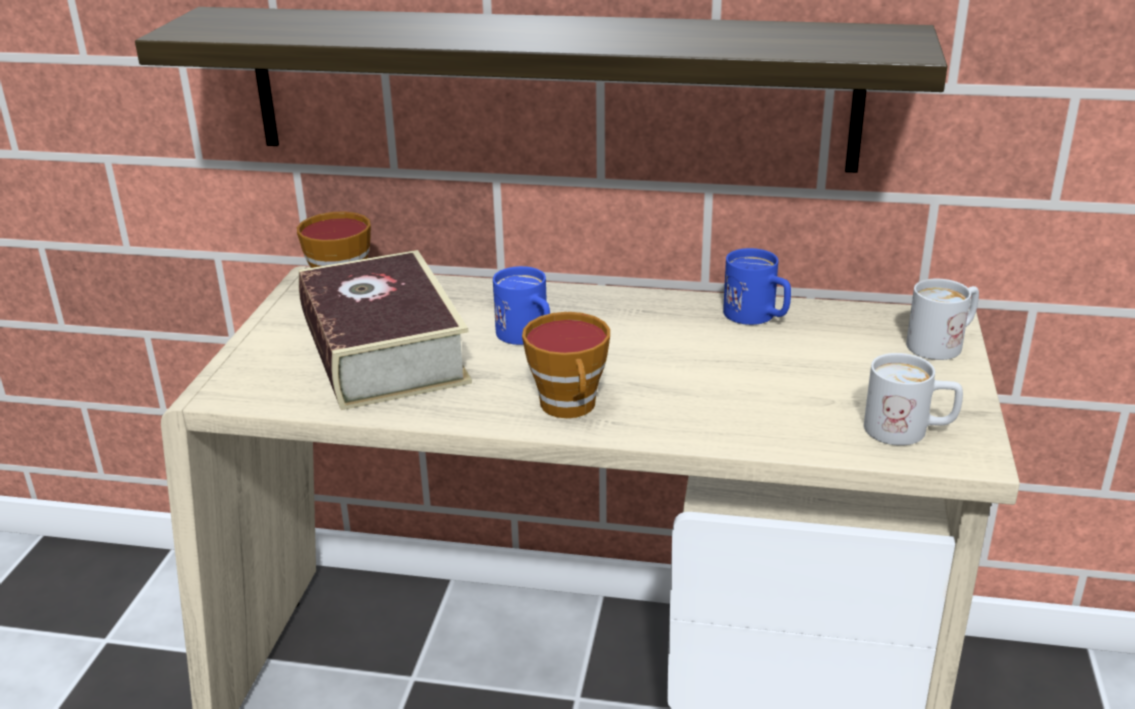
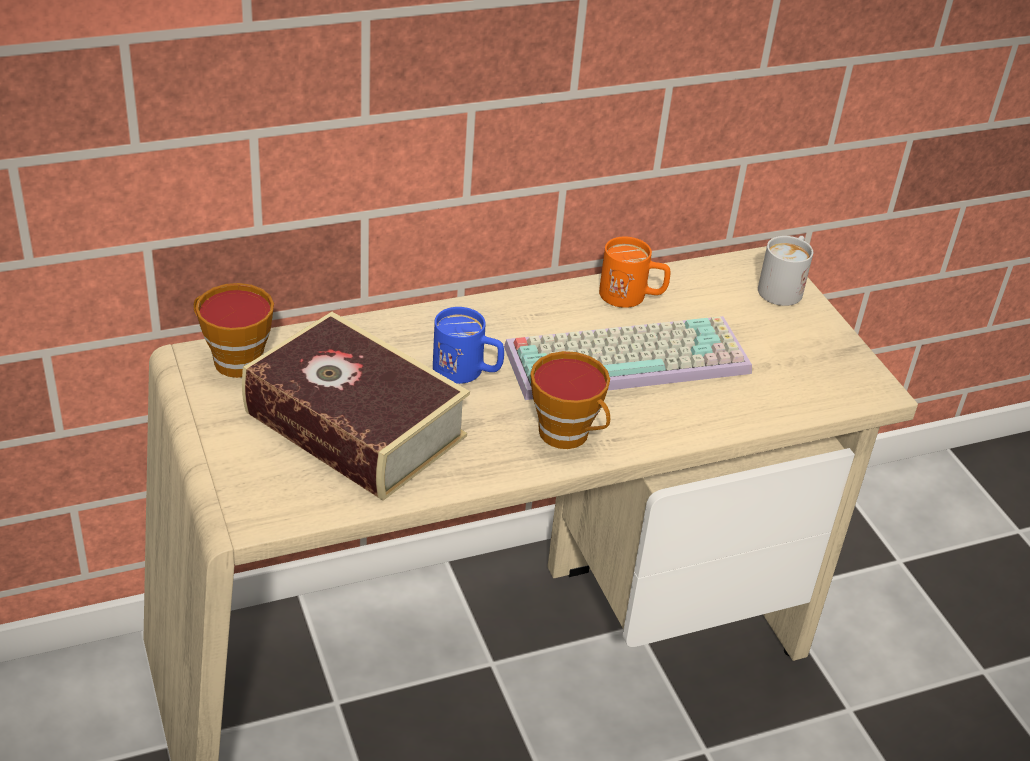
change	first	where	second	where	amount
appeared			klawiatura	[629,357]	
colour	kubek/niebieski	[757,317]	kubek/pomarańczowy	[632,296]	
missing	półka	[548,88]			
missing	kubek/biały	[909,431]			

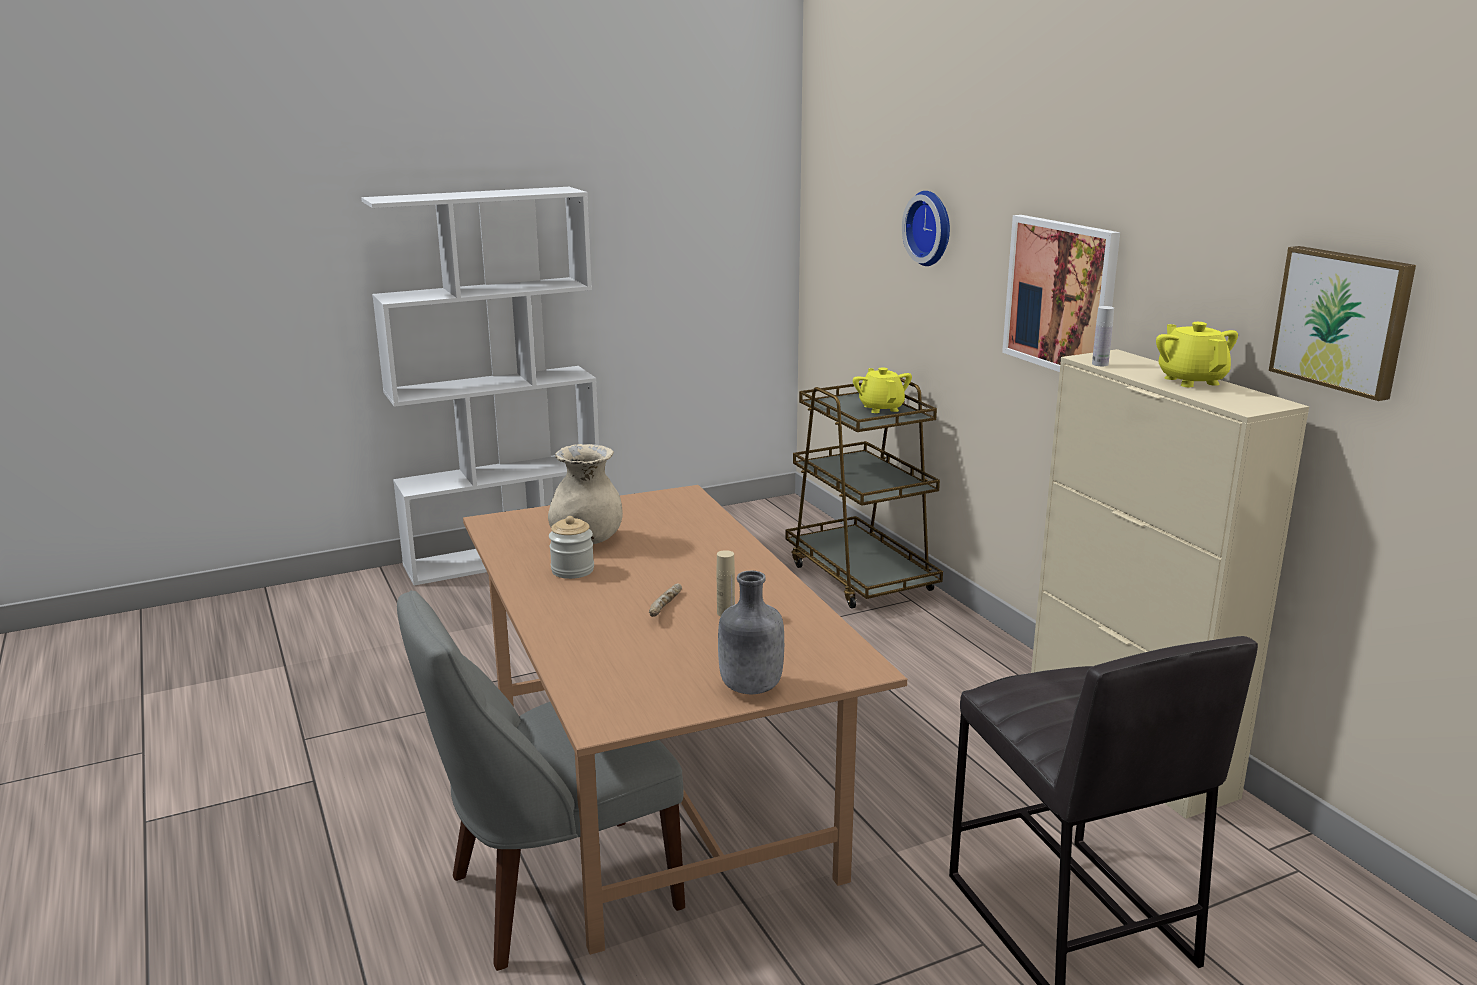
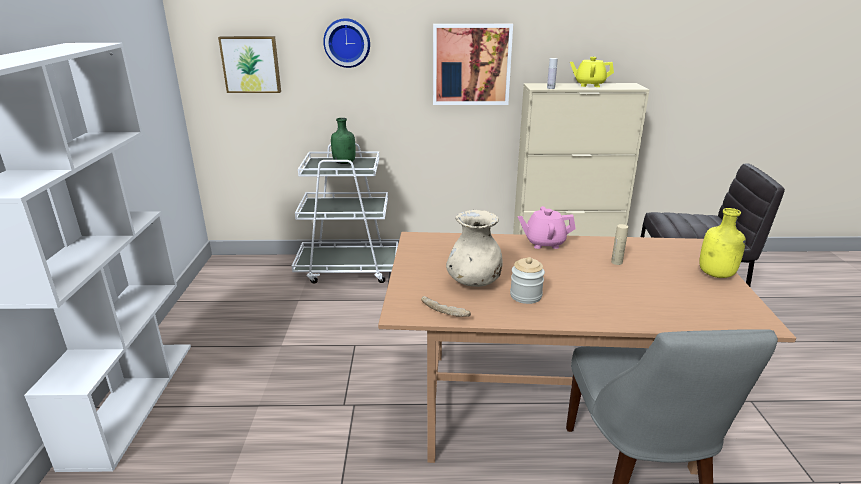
change	first	where	second	where	amount
relocated	obraz	[1343,320]		[251,64]	
colour	wózek/brązowy	[860,576]	wózek/biały	[348,269]	
exchanged	imbryk/żółty	[881,408]	butelka/zielony	[345,163]	
relocated	chleb	[666,608]		[445,311]	
appeared			imbryk/różowy	[544,243]	
colour	butelka/szary	[750,688]	butelka/żółty	[716,274]	

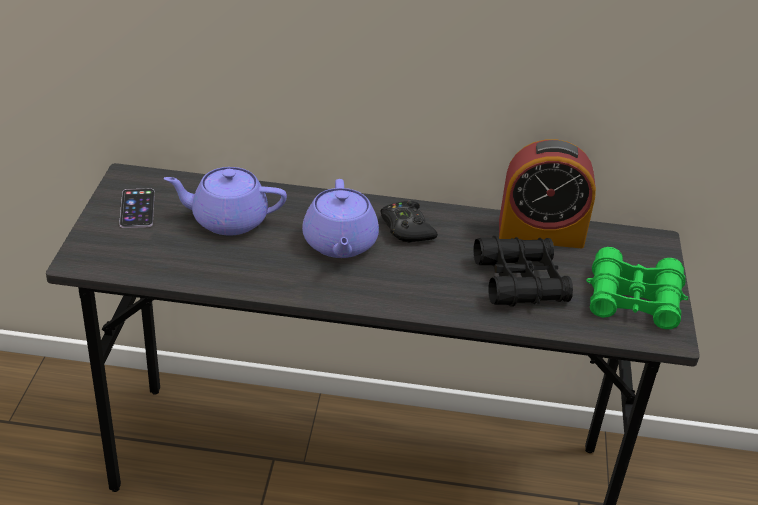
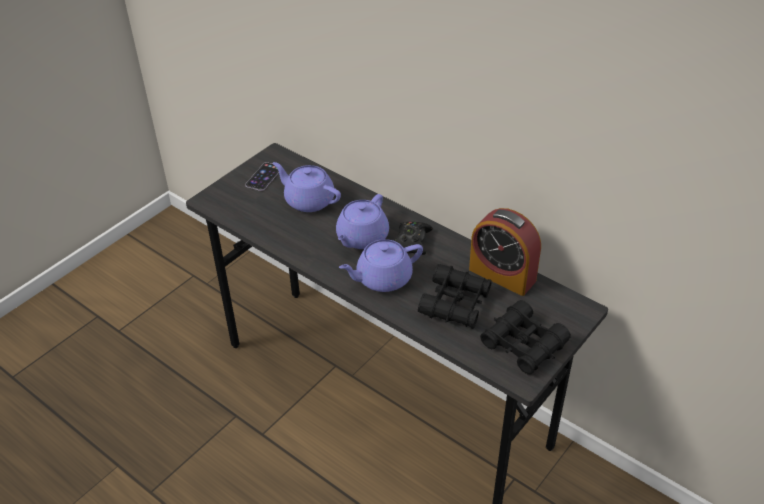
change	first	where	second	where	amount
appeared			imbryk/fioletowy	[382,278]	
colour	lornetka/zielony	[634,299]	lornetka/czarny	[523,344]	

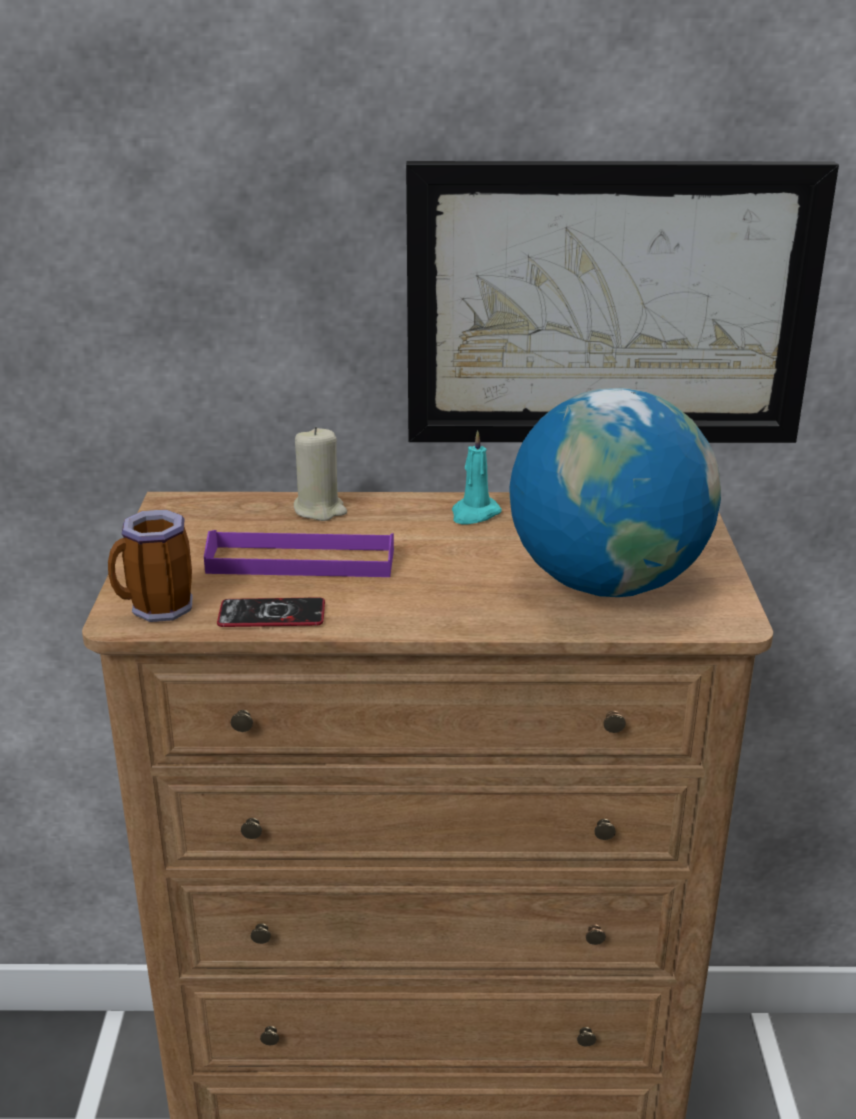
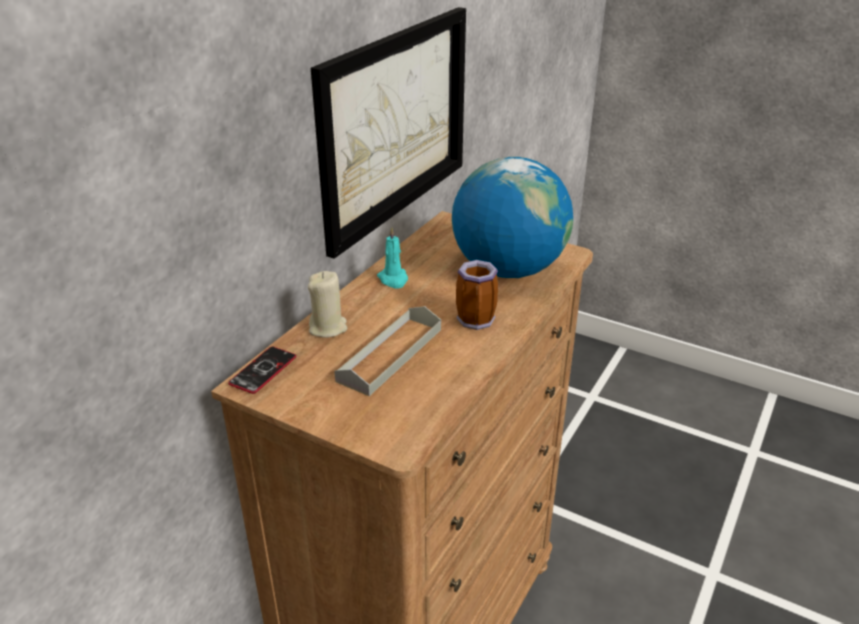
change	first	where	second	where	amount
relocated	telefon	[271,615]		[263,371]	
colour	taca/fioletowy	[301,561]	taca/szary	[390,354]	
relocated	kubek	[157,610]		[477,322]	

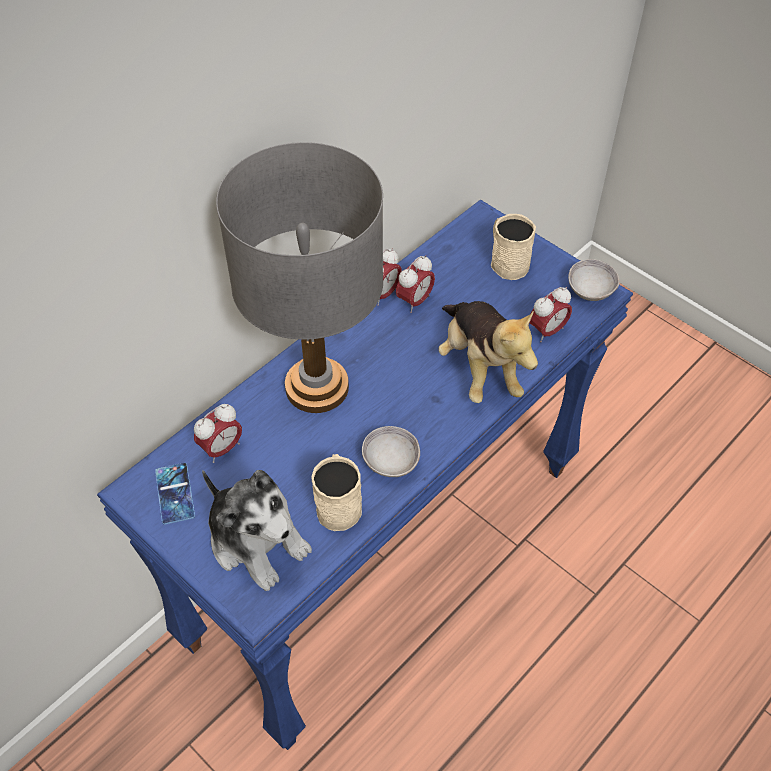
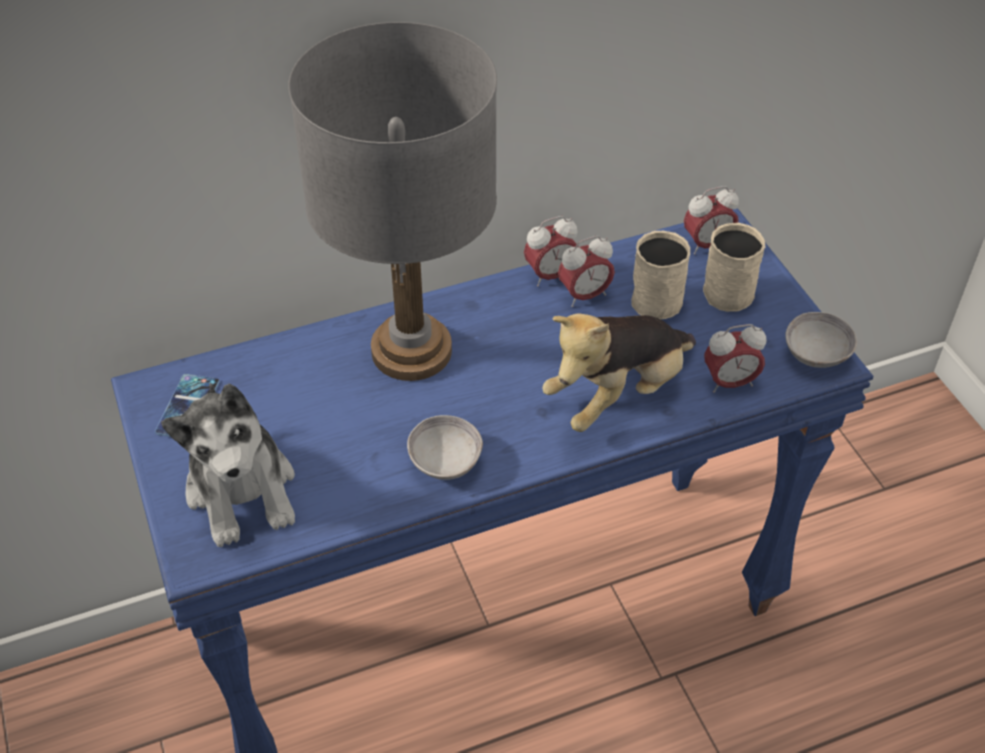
change	first	where	second	where	amount
spun	pluszak	[479,367]		[617,395]	45 degrees clockwise
relocated	kubek/beżowy	[338,504]		[658,295]	
relocated	budzik	[221,449]		[707,245]	

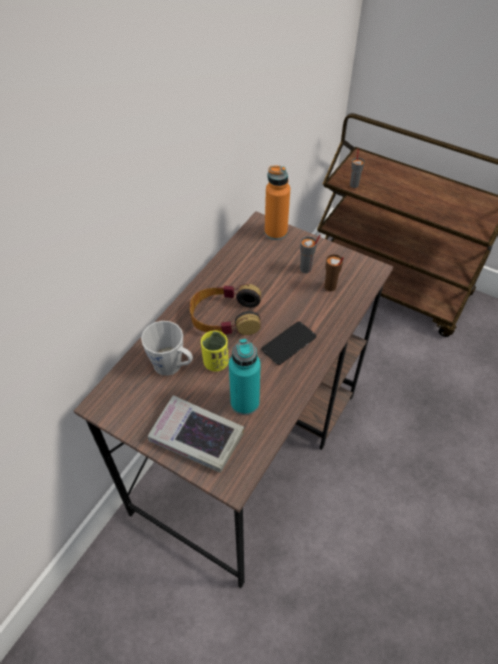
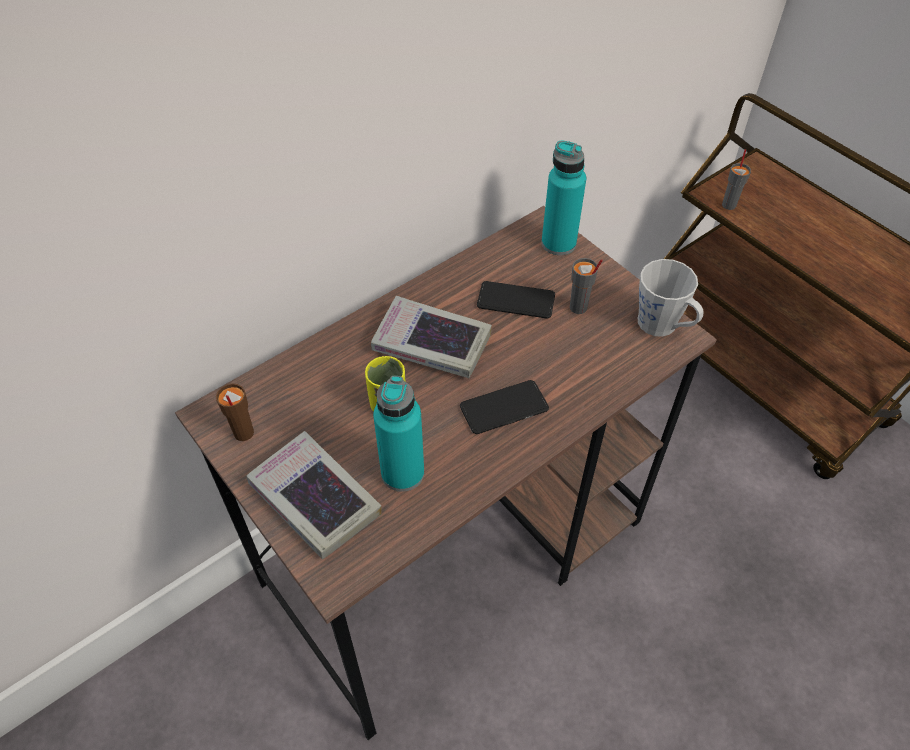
change	first	where	second	where	amount
relocated	filiżanka/brązowy	[330,287]		[243,433]	
exchanged	słuchawki	[225,316]	książka	[431,344]	
appeared			telefon	[516,301]	
colour	butelka/pomarańczowy	[275,232]	butelka/turkusowy	[558,243]	
relocated	kubek/szary	[172,366]		[663,326]	

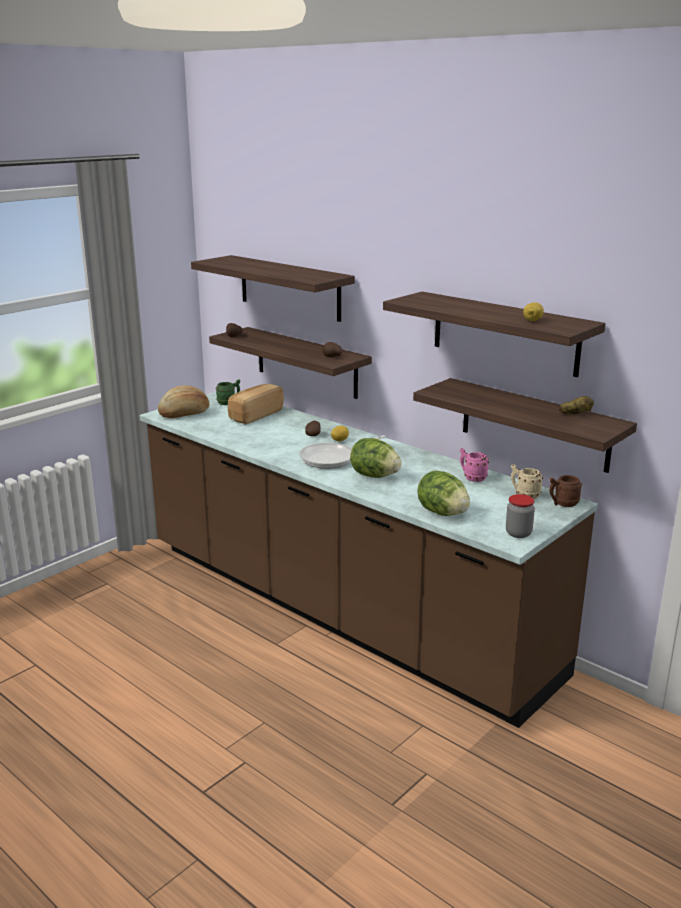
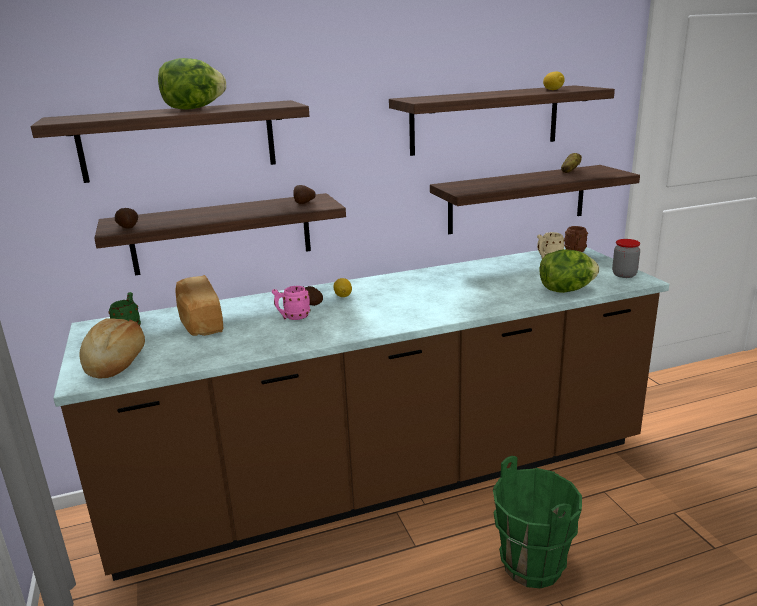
change	first	where	second	where	amount
relocated	sałata	[374,476]		[193,109]	
relocated	kubek/różowy	[472,478]		[292,317]	
appeared			wiadro/zielony	[532,565]	
missing	patelnia	[333,458]			

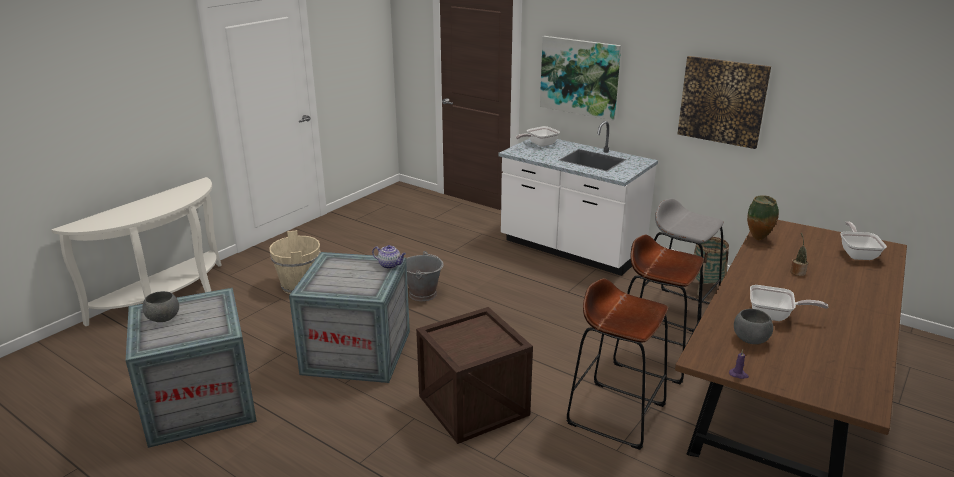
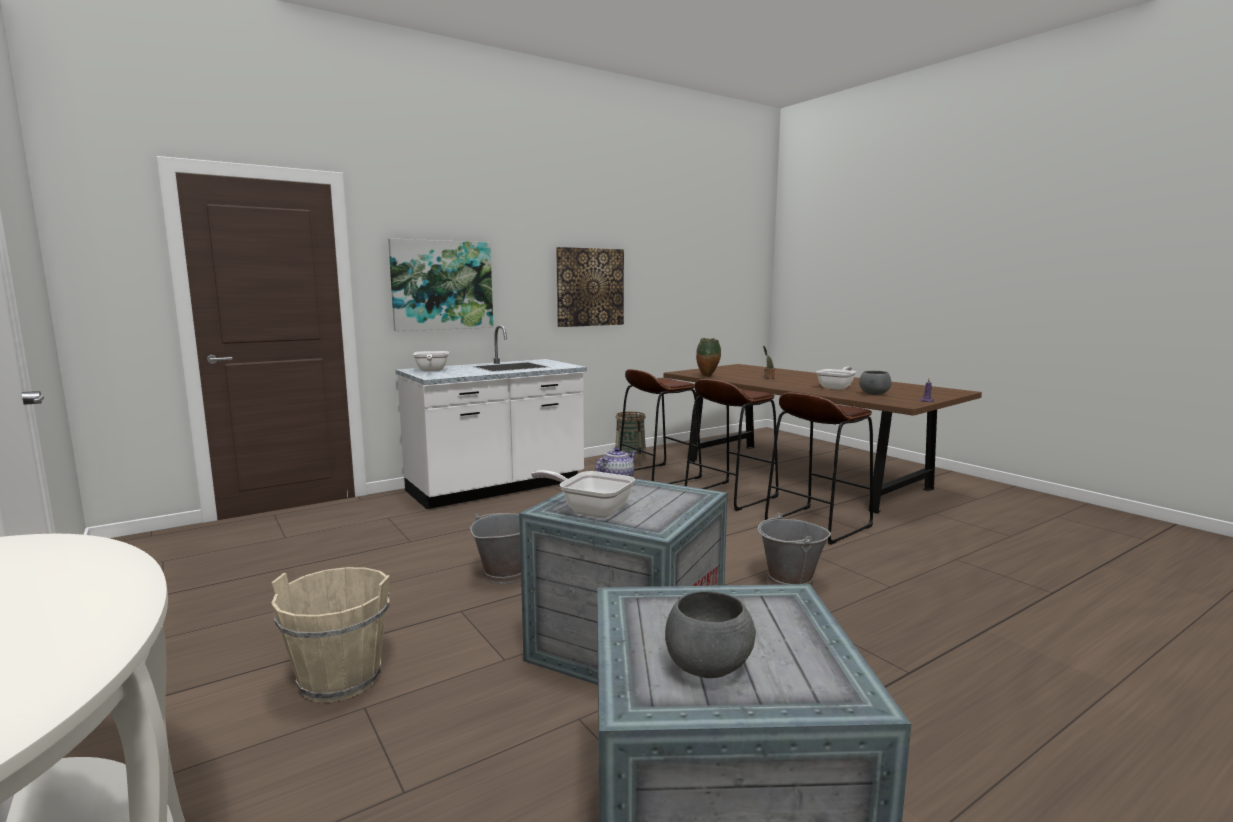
change	first	where	second	where	amount
relocated	patelnia	[857,254]		[590,510]	
colour	stołek/szary	[678,309]	stołek/brązowy	[658,475]	
exchanged	skrzynka	[473,405]	wiadro/szary	[790,582]	

